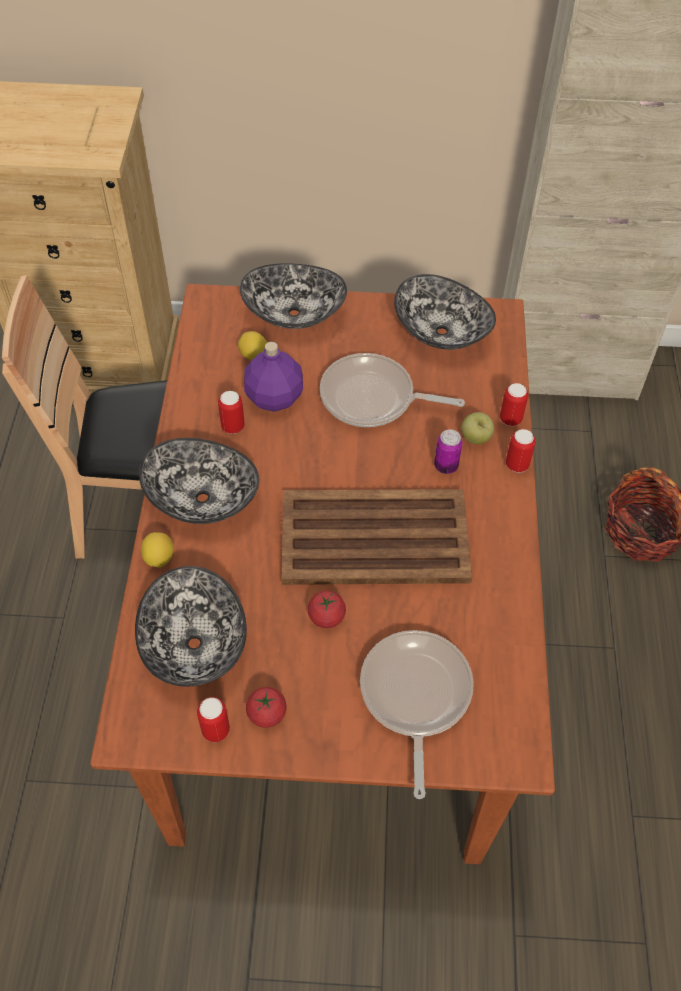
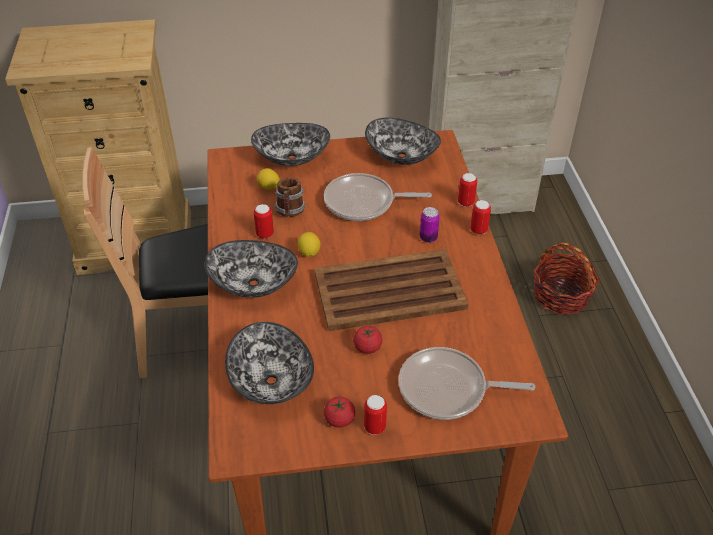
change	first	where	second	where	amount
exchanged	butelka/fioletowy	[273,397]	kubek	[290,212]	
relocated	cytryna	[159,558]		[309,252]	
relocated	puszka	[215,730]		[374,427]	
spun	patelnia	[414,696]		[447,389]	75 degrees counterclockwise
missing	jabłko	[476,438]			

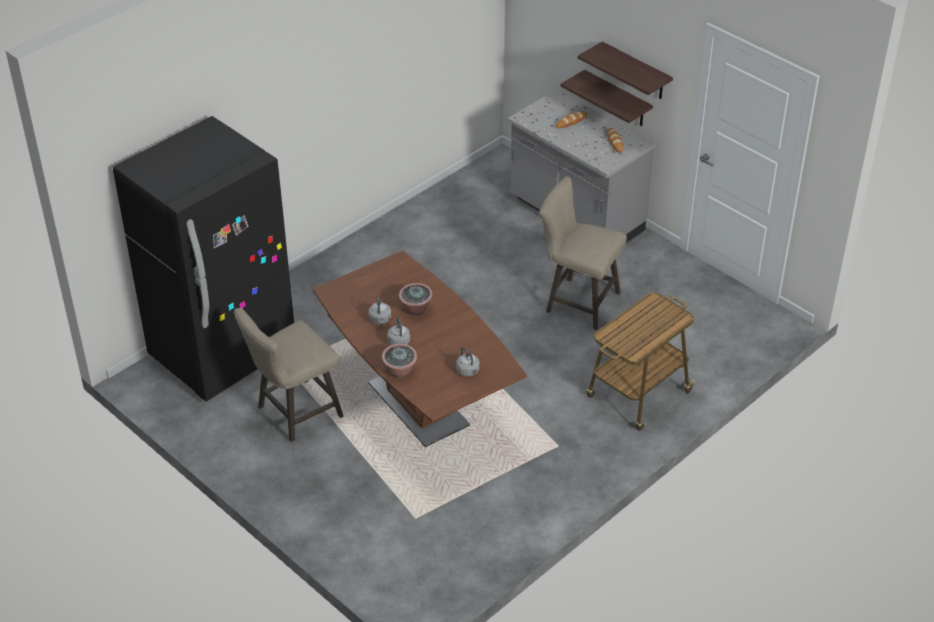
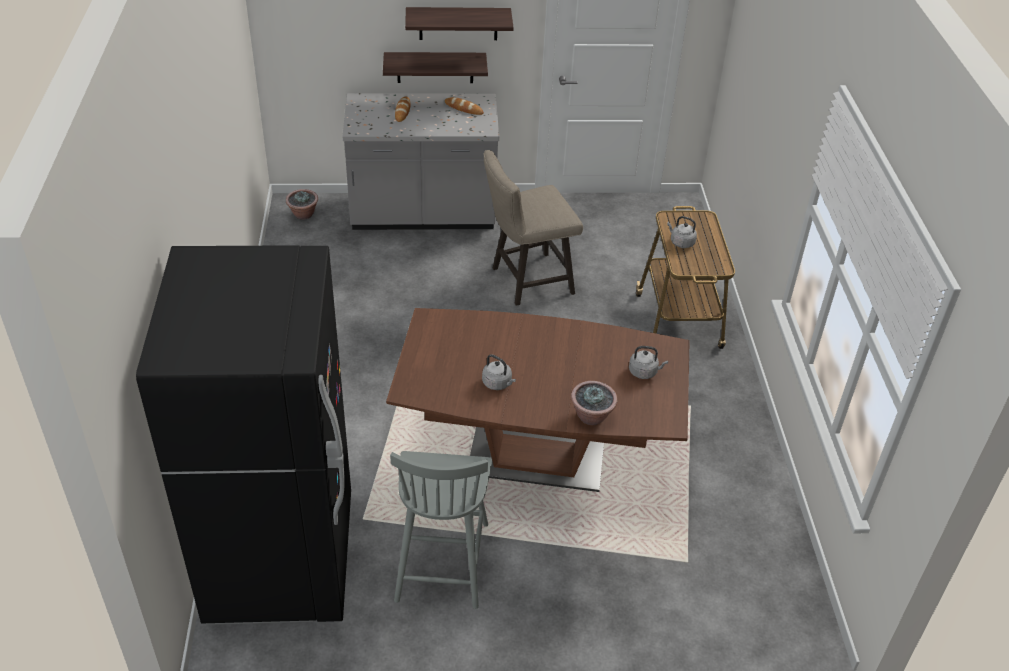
change	first	where	second	where	amount
relocated	roślina doniczkowa	[416,309]		[303,215]	
exchanged	stołek/beżowy	[294,414]	krzesło/szary	[442,559]	
relocated	czajnik/szary	[398,341]		[681,242]	

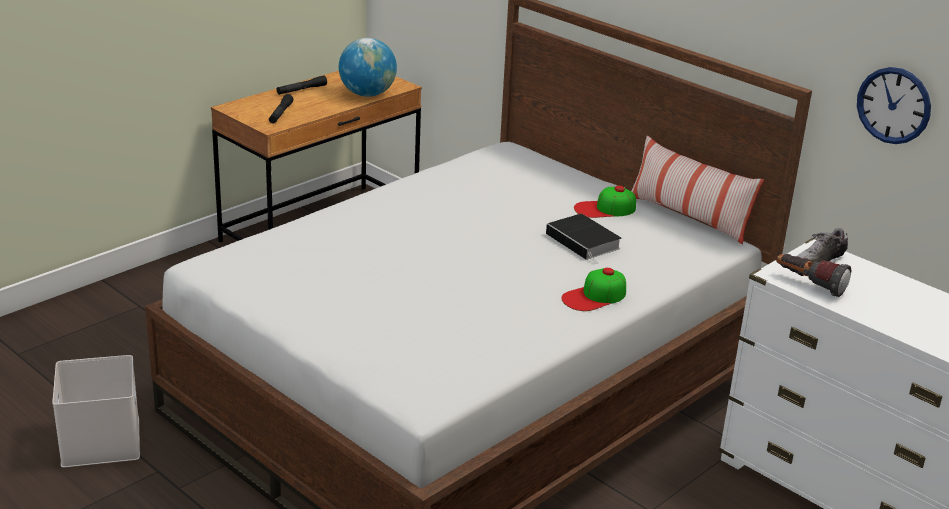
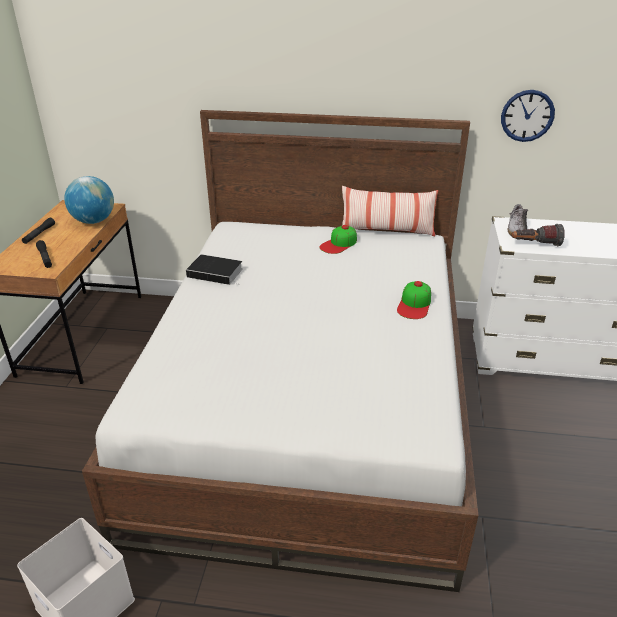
change	first	where	second	where	amount
relocated	książka	[585,242]		[217,273]	

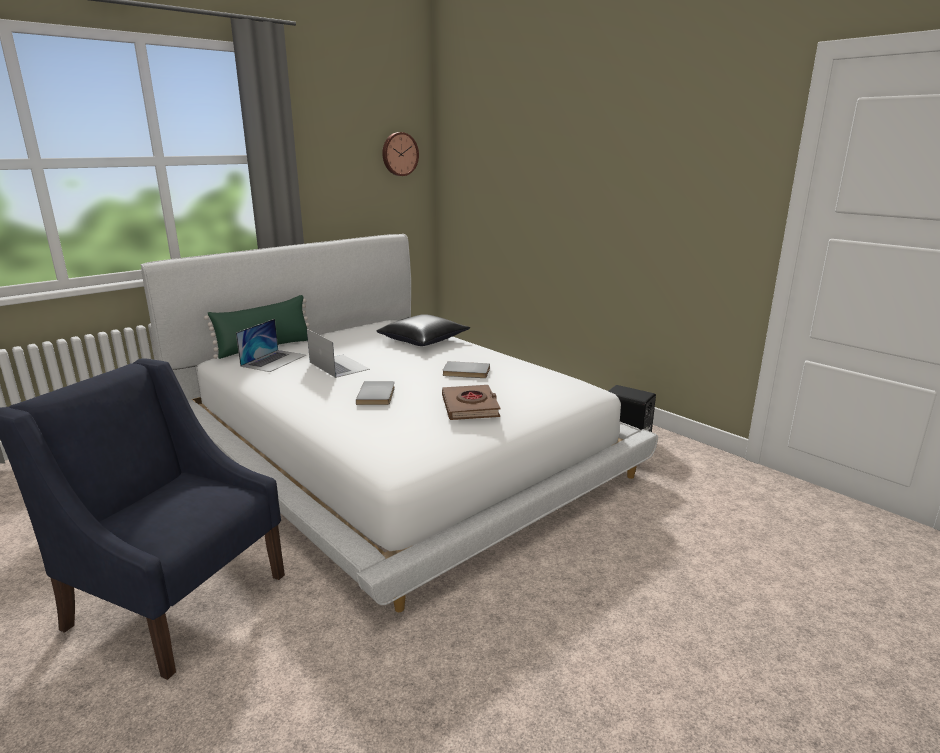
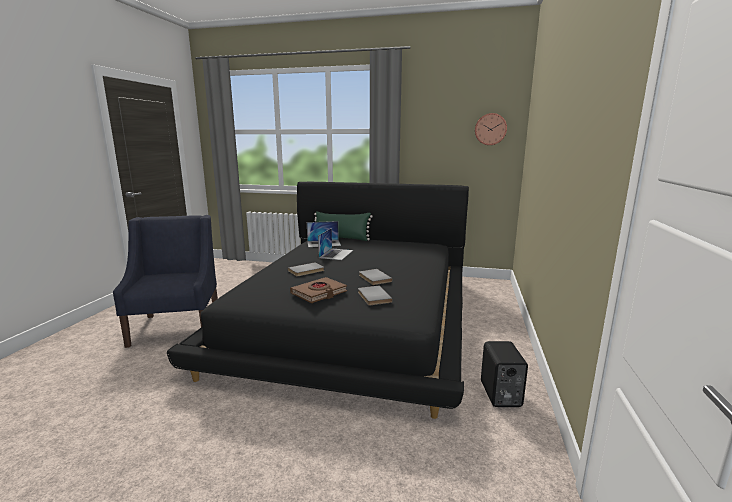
change	first	where	second	where	amount
colour	łóżko/biały	[393,448]	łóżko/czarny	[354,318]	
appeared			książka/szary	[373,297]	
missing	poduszka/czarny	[423,339]			

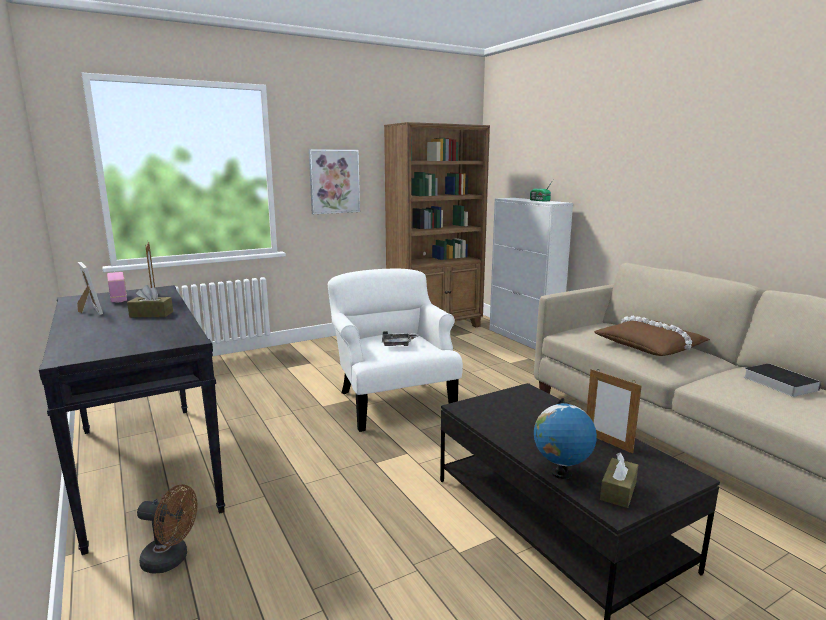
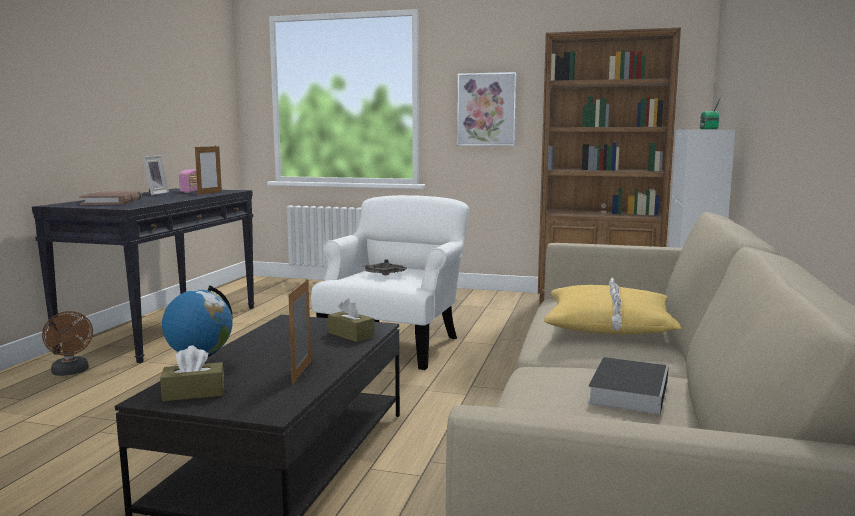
change	first	where	second	where	amount
appeared			książka/brązowy	[112,201]	
relocated	pudełko chusteczek/brązowy	[151,314]		[351,335]	
colour	poduszka/brązowy	[650,346]	poduszka/żółty	[609,324]	

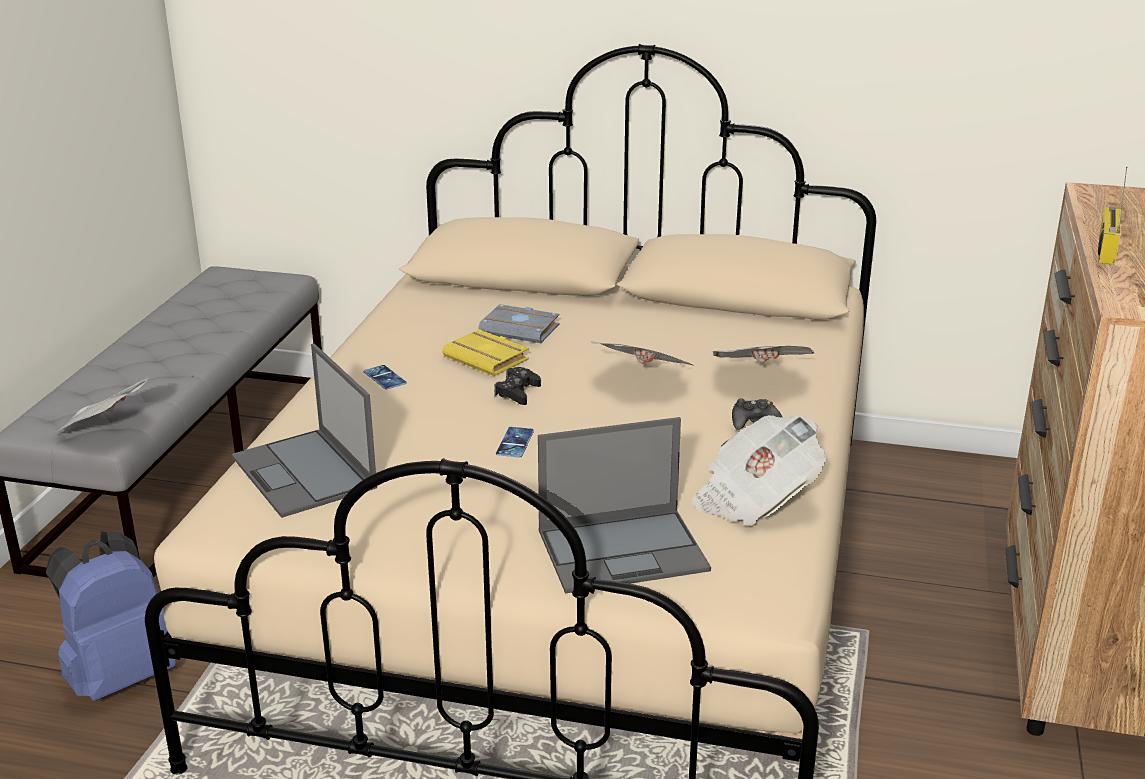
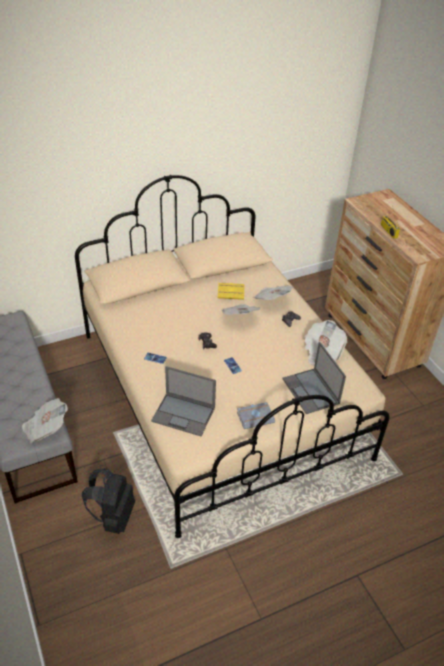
change	first	where	second	where	amount
colour	plecak/niebieski	[121,676]	plecak/czarny	[113,517]	
relocated	książka/żółty	[489,358]		[231,293]	
relocated	książka/szary	[522,329]		[255,417]	
spun	laptop	[624,550]		[311,391]	120 degrees clockwise

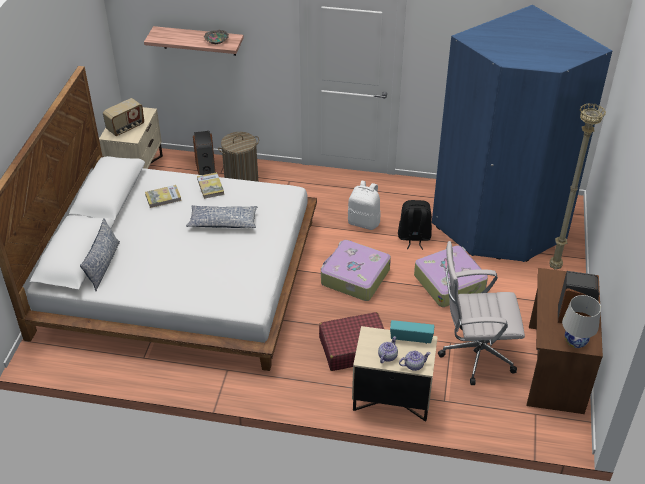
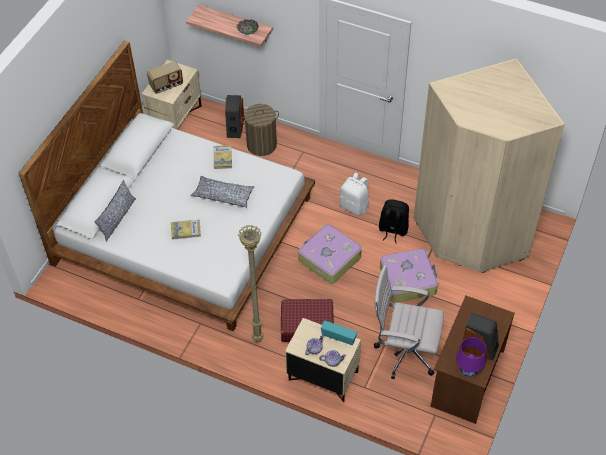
change	first	where	second	where	amount
relocated	książka	[163,198]		[185,230]	
relocated	lampa stojąca/beżowy	[555,267]		[258,338]	
colour	szafa/niebieski	[499,229]	szafa/beżowy	[471,235]	
colour	lampa stołowa/biały	[575,341]	lampa stołowa/fioletowy	[468,370]	

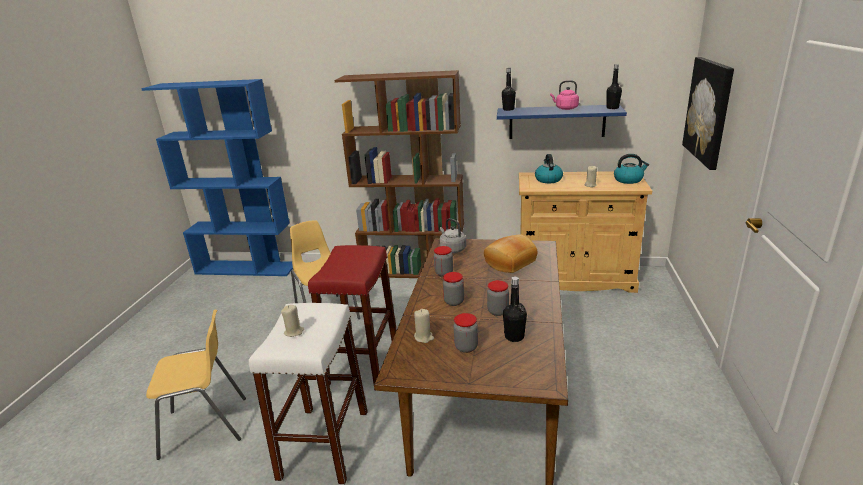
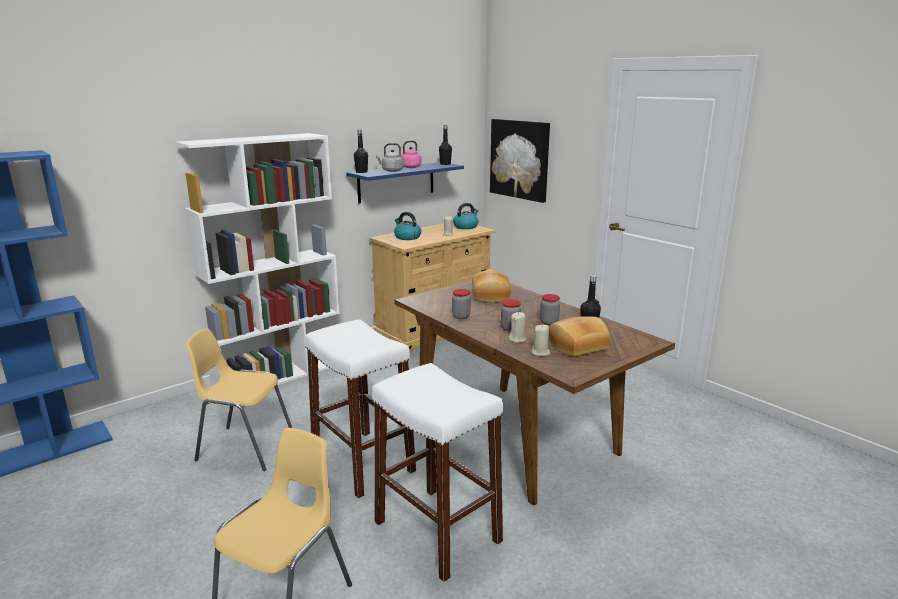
change	first	where	second	where	amount
colour	regał/brązowy	[414,270]	regał/biały	[280,375]	
colour	stołek/czerwony	[363,362]	stołek/biały	[362,462]	
relocated	czajnik/szary	[452,249]		[391,171]	
relocated	świeca/beżowy	[294,332]		[517,339]	
exchanged	słoik	[466,347]	chleb	[576,346]	

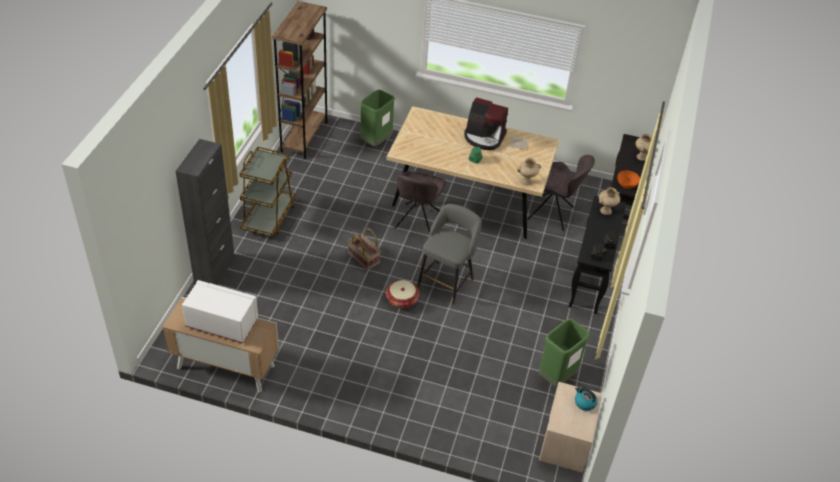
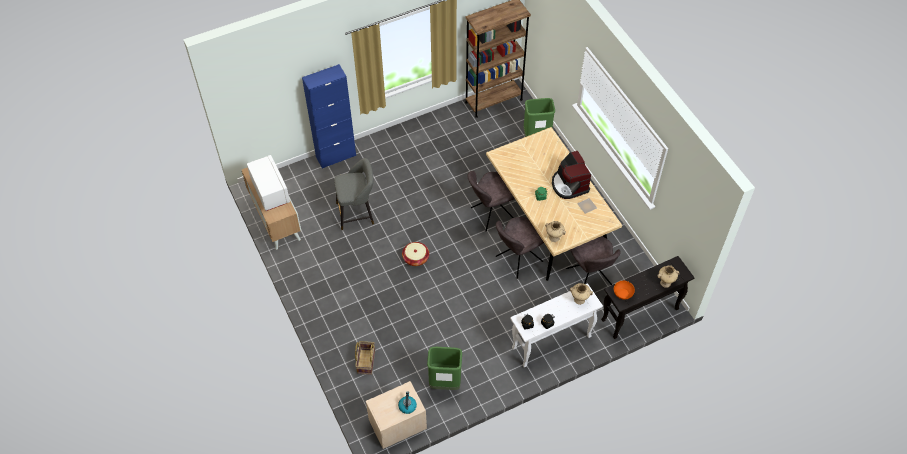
change	first	where	second	where	amount
colour	szafka/czarny	[214,271]	szafka/niebieski	[336,156]	
relocated	stołek/szary	[447,281]		[357,213]	
relocated	koszyk	[363,258]		[365,361]	
appeared			krzesło/szary	[517,260]	
colour	stolik konsolowy/czarny	[589,280]	stolik konsolowy/biały	[551,343]	
missing	wózek/brązowy	[269,217]			

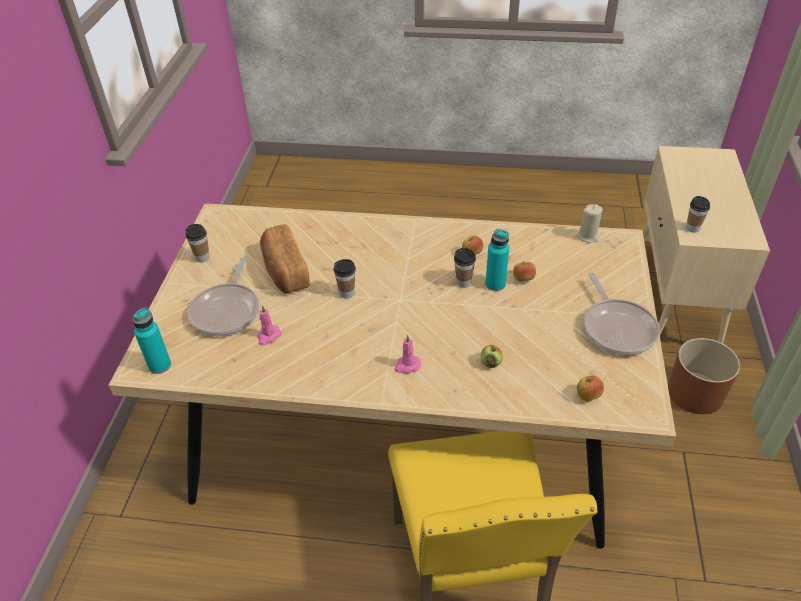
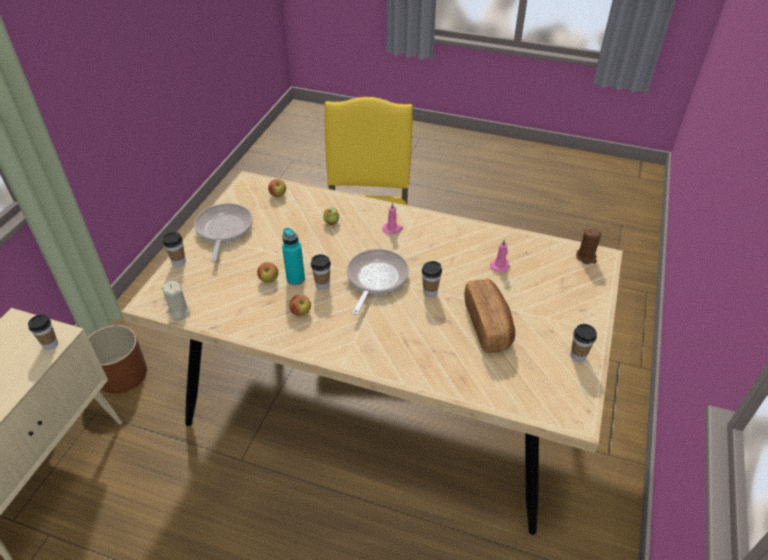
change	first	where	second	where	amount
appeared			filiżanka	[179,262]	
relocated	patelnia	[227,310]		[375,279]	
exchanged	butelka/turkusowy	[160,365]	świeca/brązowy	[586,257]	

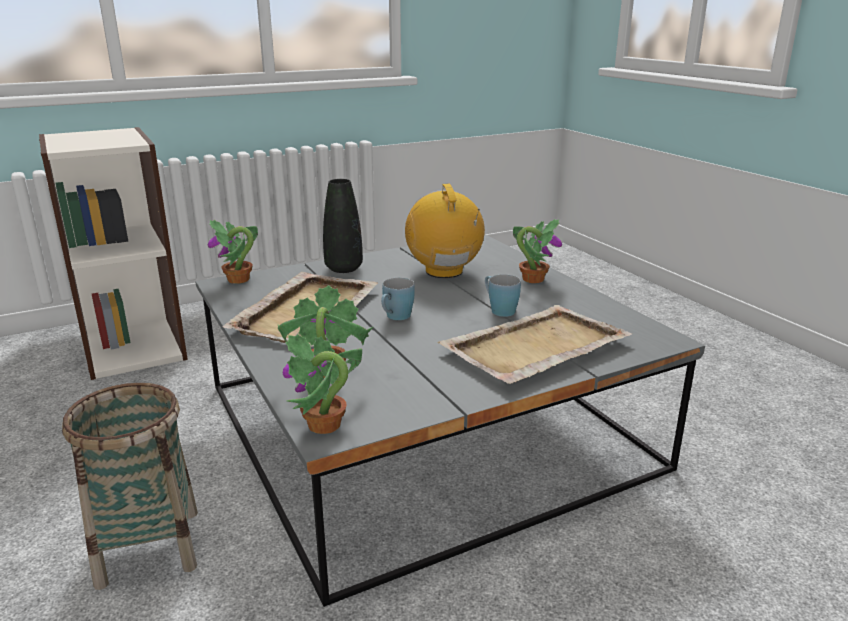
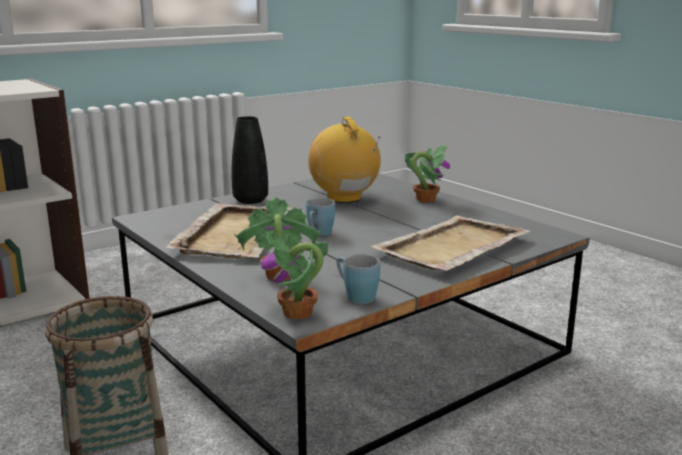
change	first	where	second	where	amount
relocated	kubek/niebieski	[499,309]		[355,296]	
missing	roślina doniczkowa	[238,280]			

